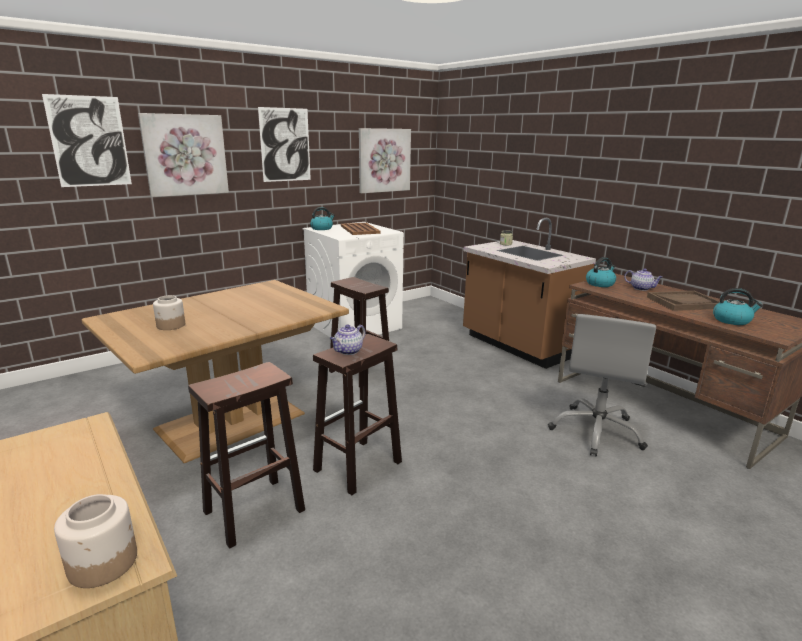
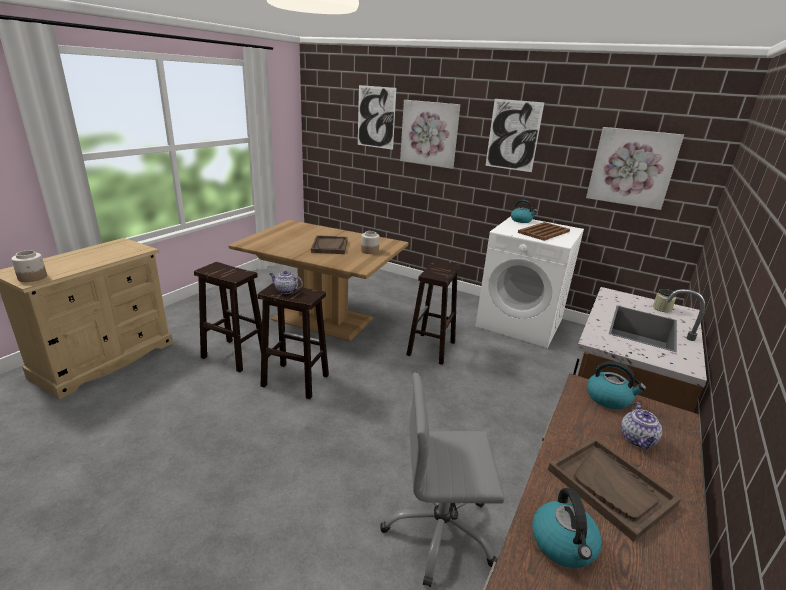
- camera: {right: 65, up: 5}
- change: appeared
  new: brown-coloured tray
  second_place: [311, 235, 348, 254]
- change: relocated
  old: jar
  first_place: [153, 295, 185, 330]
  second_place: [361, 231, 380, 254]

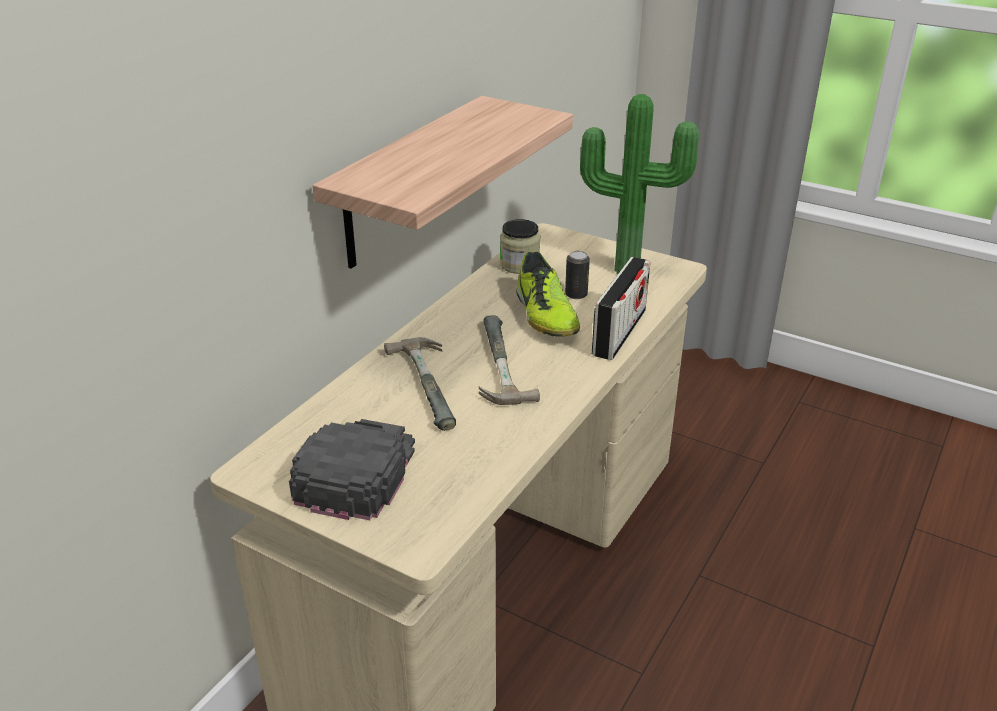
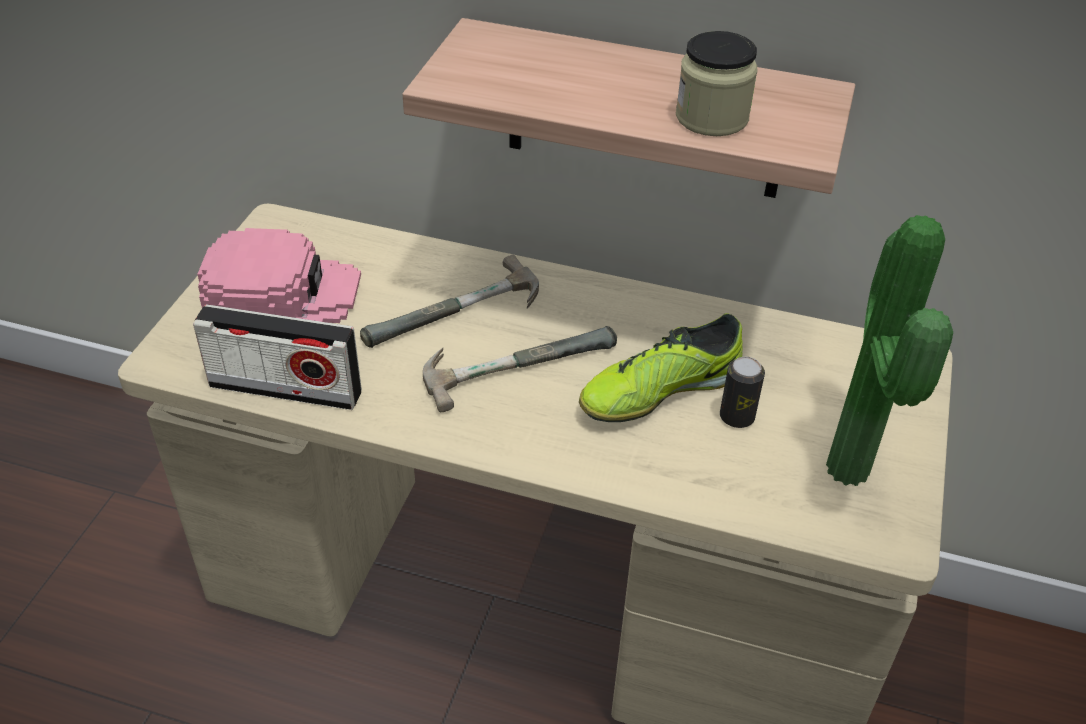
- camera: {right: 75, up: 10}
- change: relocated
  old: radio
  first_place: [592, 257, 650, 360]
  second_place: [193, 304, 362, 410]
- change: colour
  old: black baseball cap
  new: pink baseball cap
  first_place: [289, 419, 415, 520]
  second_place: [197, 228, 361, 323]
- change: relocated
  old: jar
  first_place: [500, 219, 540, 274]
  second_place: [676, 31, 757, 136]

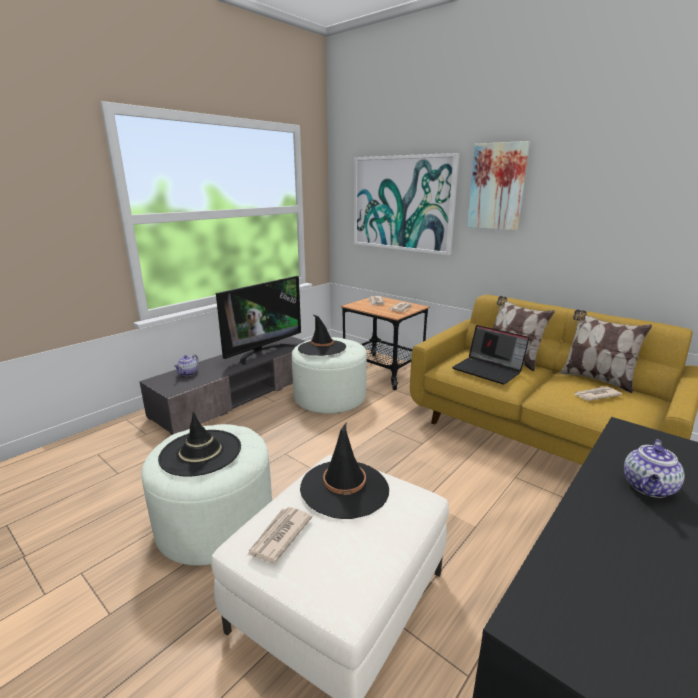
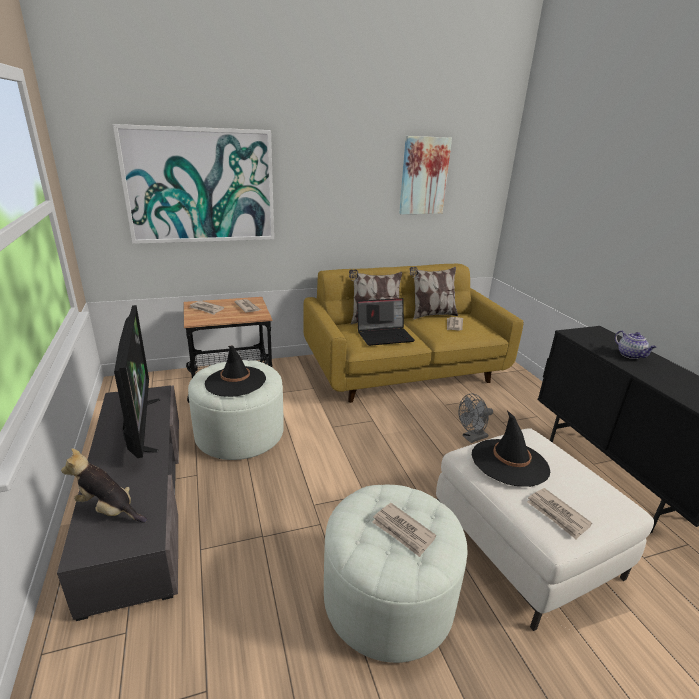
- camera: {right: -60, up: 5}
- change: exchanged
  old: teapot
  new: plush toy
  first_place: [174, 354, 198, 376]
  second_place: [61, 448, 148, 523]
- change: exchanged
  old: black wearable hat
  new: daily paper
  first_place: [158, 412, 241, 477]
  second_place: [372, 503, 436, 557]
- change: relocated
  old: picture
  first_place: [467, 141, 530, 231]
  second_place: [399, 136, 452, 214]
- change: appeared
  new: grey electric fan
  second_place: [459, 394, 493, 443]

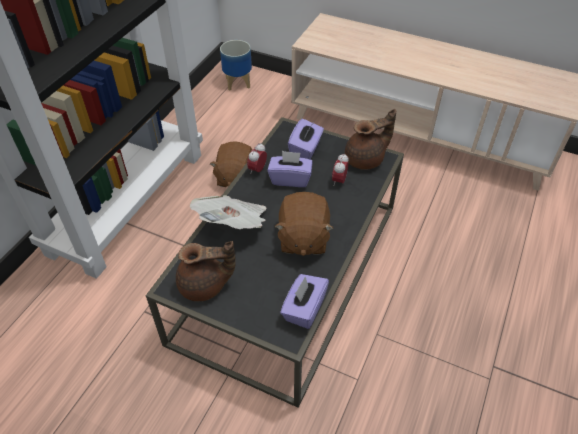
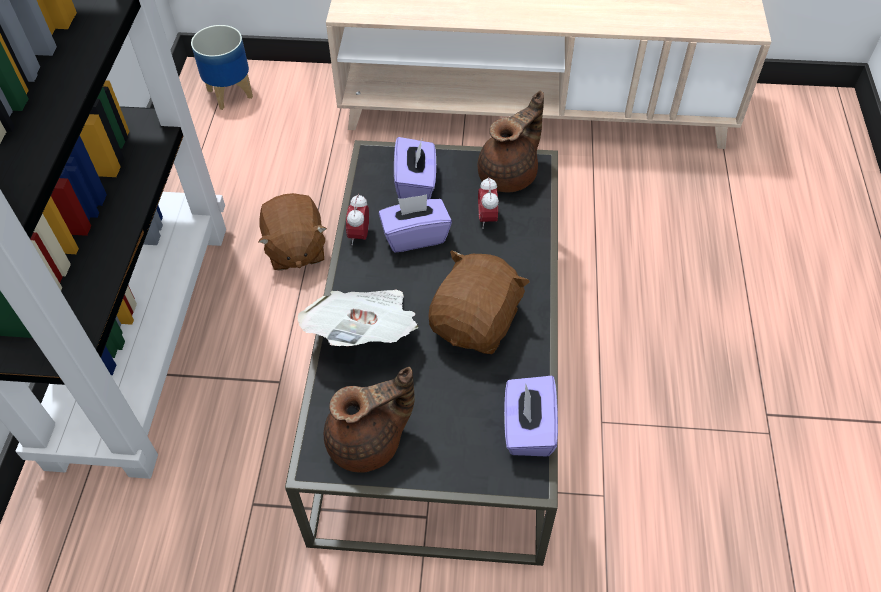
- camera: {right: -20, up: 5}
- change: spun
  old: brown-coloured plush toy
  first_place: [274, 192, 334, 256]
  second_place: [428, 250, 530, 354]
  degrees: -135

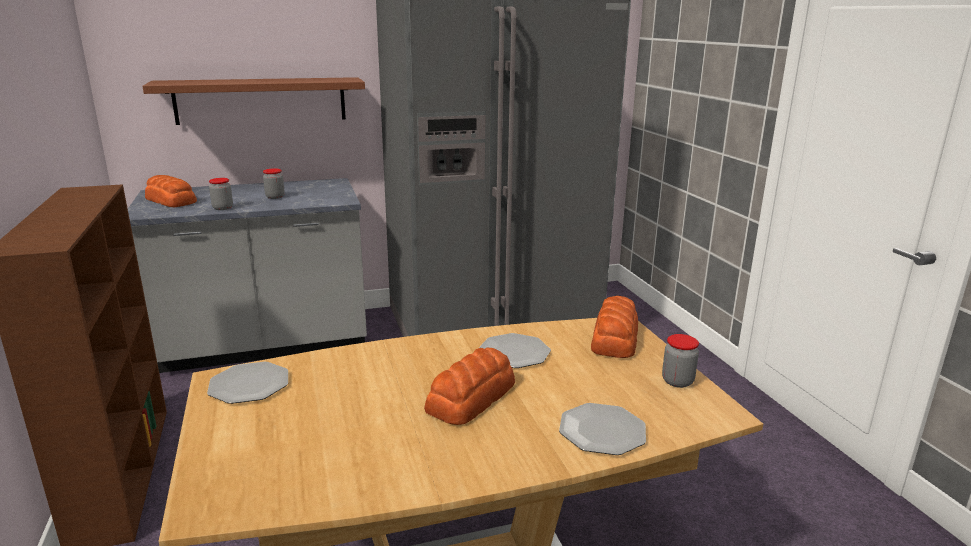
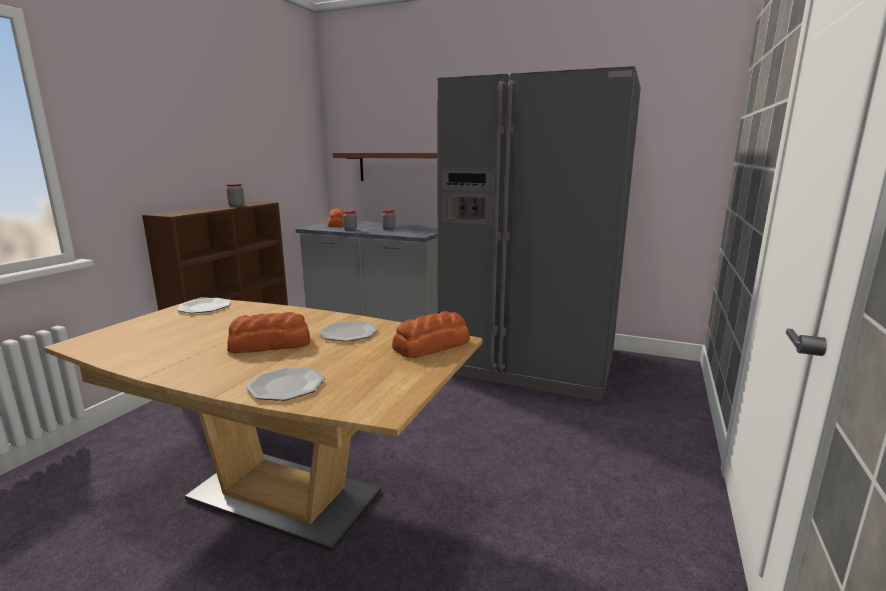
- camera: {right: 40, up: -5}
- change: relocated
  old: jar
  first_place: [662, 334, 699, 388]
  second_place: [227, 183, 244, 207]

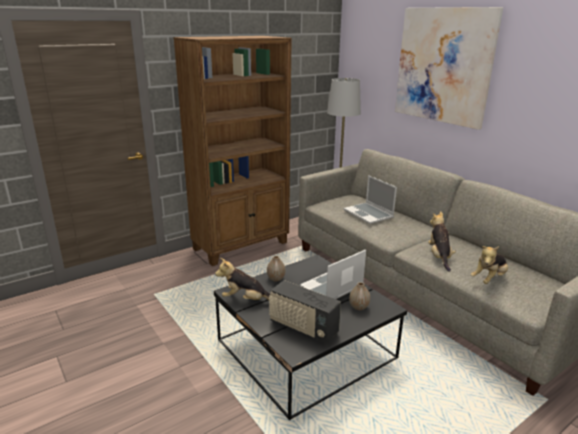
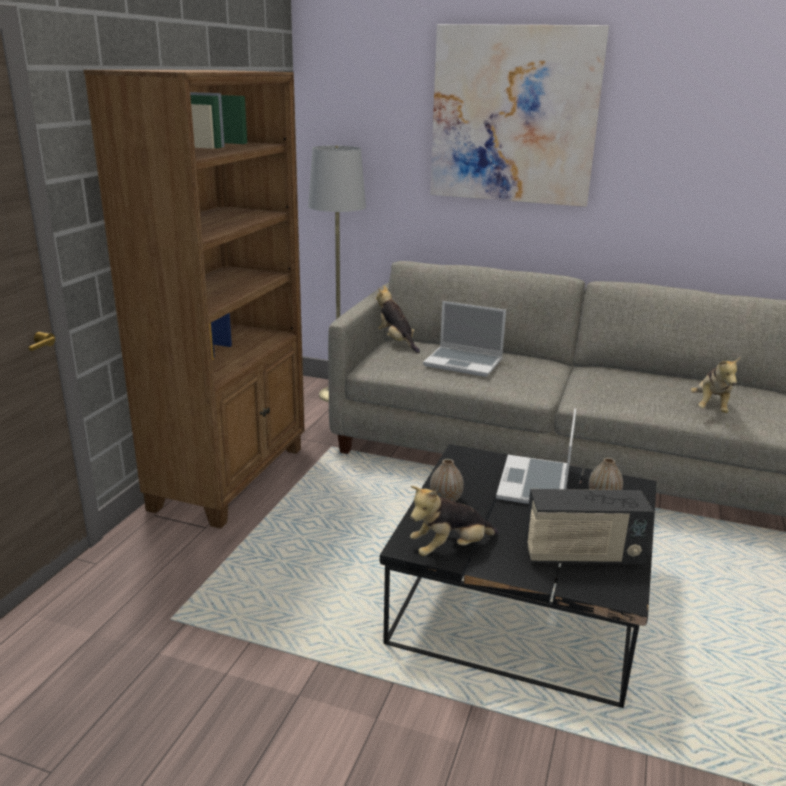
- camera: {right: -35, up: 0}
- change: relocated
  old: plush toy
  first_place: [428, 211, 456, 272]
  second_place: [375, 285, 420, 353]

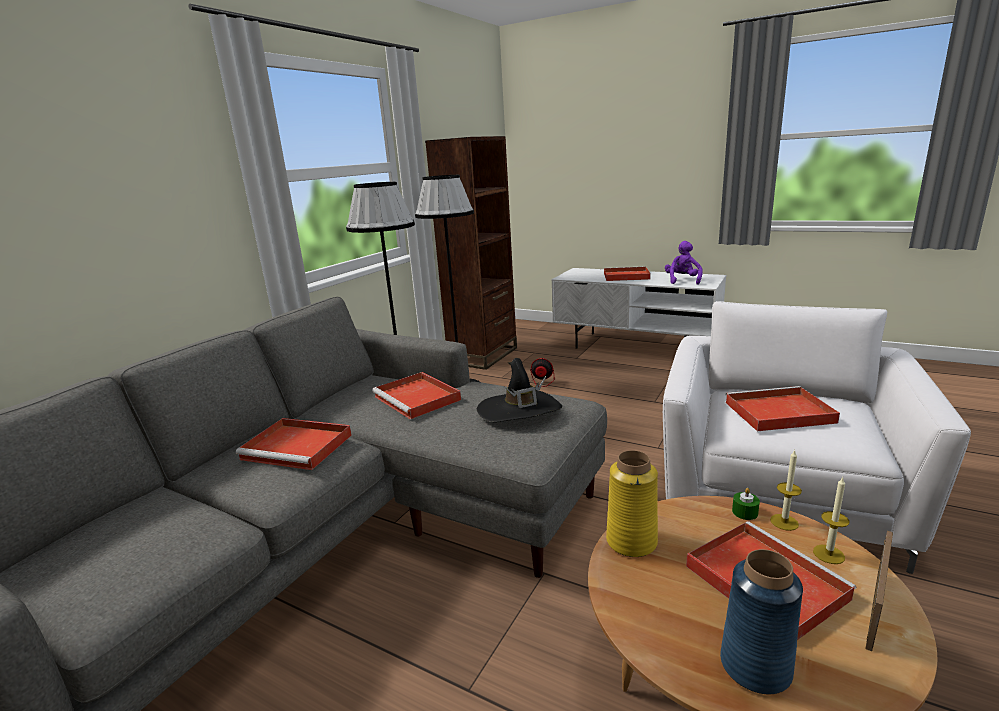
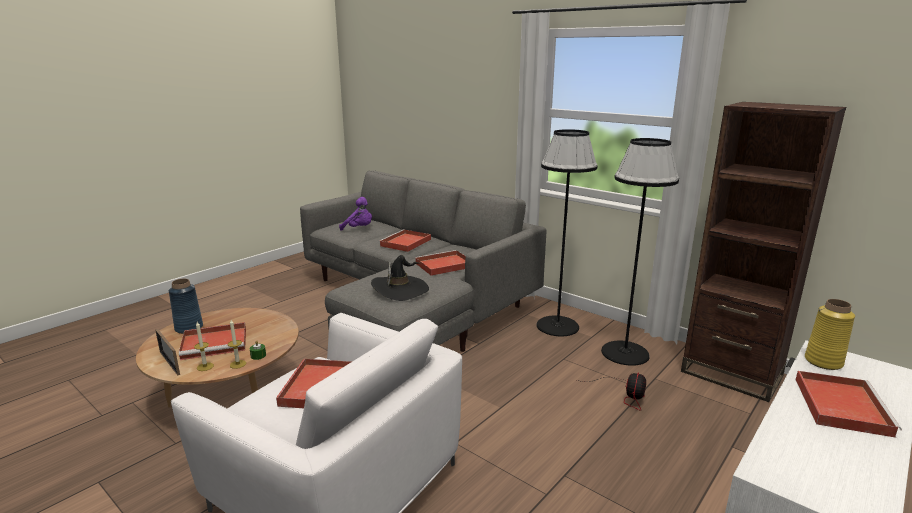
- camera: {right: 100, up: 0}
- change: relocated
  old: purple-coloured plush toy
  first_place: [665, 241, 703, 285]
  second_place: [339, 197, 372, 230]
- change: relocated
  old: yellow flower vase
  first_place: [606, 450, 658, 557]
  second_place: [805, 299, 855, 370]

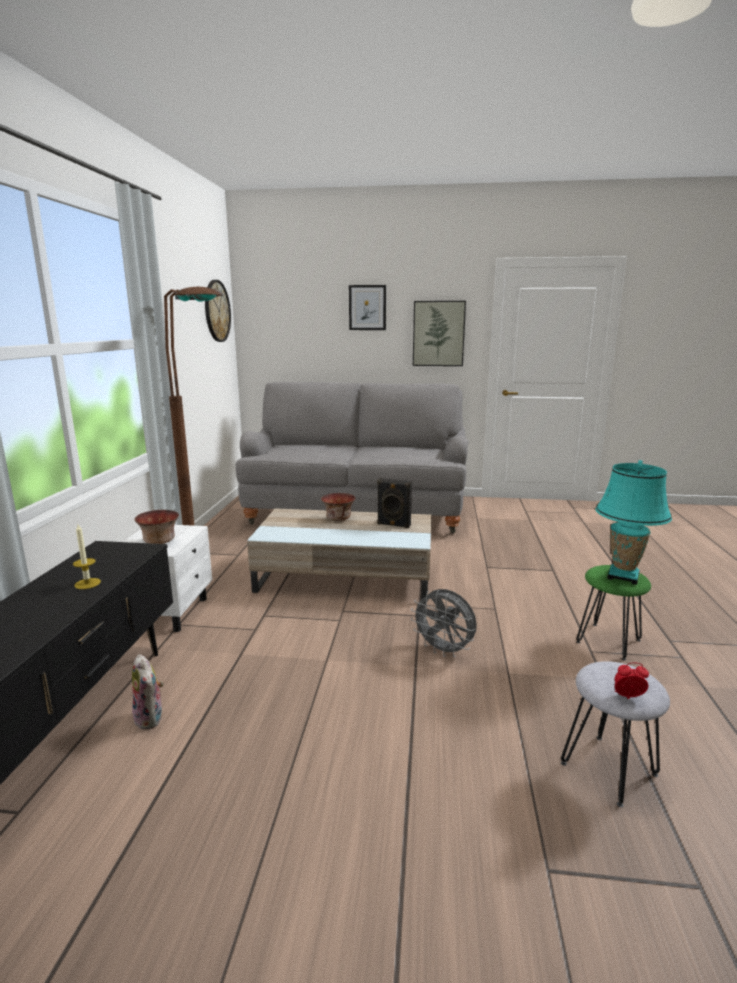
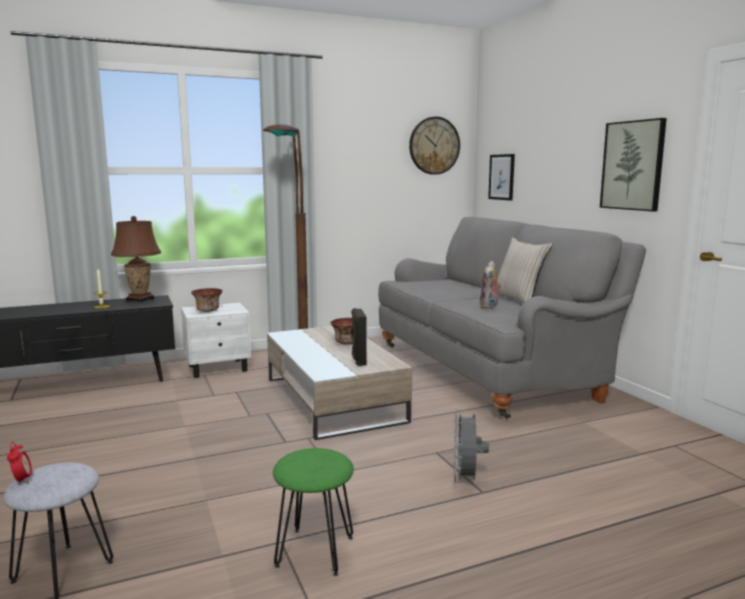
- camera: {right: 60, up: -5}
- change: appeared
  new: brown-coloured lamp for a table
  second_place: [111, 216, 162, 303]
- change: relocated
  old: grey electric fan
  first_place: [411, 589, 477, 657]
  second_place: [454, 409, 489, 484]
- change: relocated
  old: plush toy
  first_place: [132, 654, 164, 730]
  second_place: [480, 261, 501, 309]
- change: relocated
  old: picture
  first_place: [349, 285, 386, 330]
  second_place: [488, 154, 515, 201]
- change: appeared
  new: beige-coloured cushion
  second_place: [497, 237, 553, 304]
- change: missing
  old: turquoise-coloured lamp for a table
  first_place: [595, 460, 672, 585]

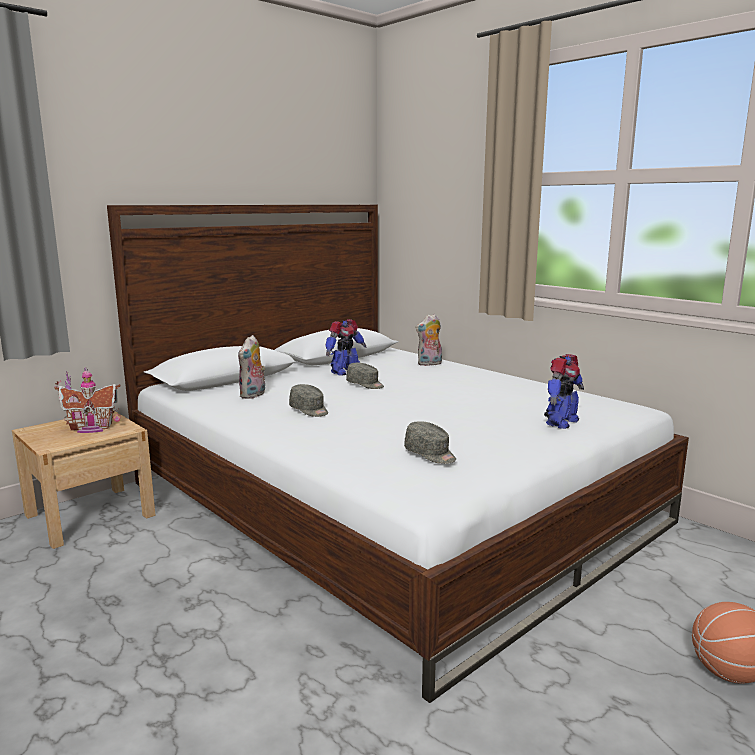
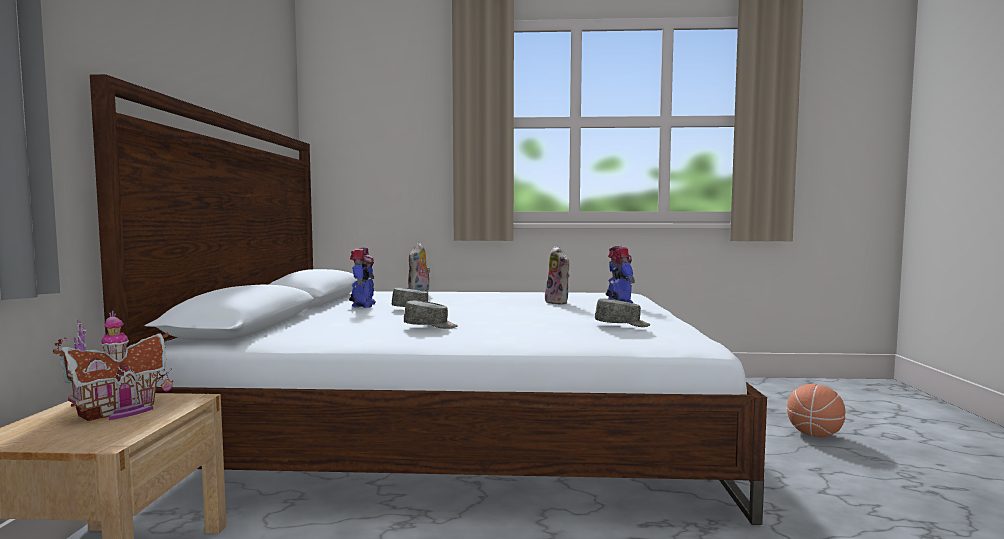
- camera: {right: -45, up: -10}
- change: relocated
  old: plush toy
  first_place: [238, 335, 265, 399]
  second_place: [545, 246, 570, 304]

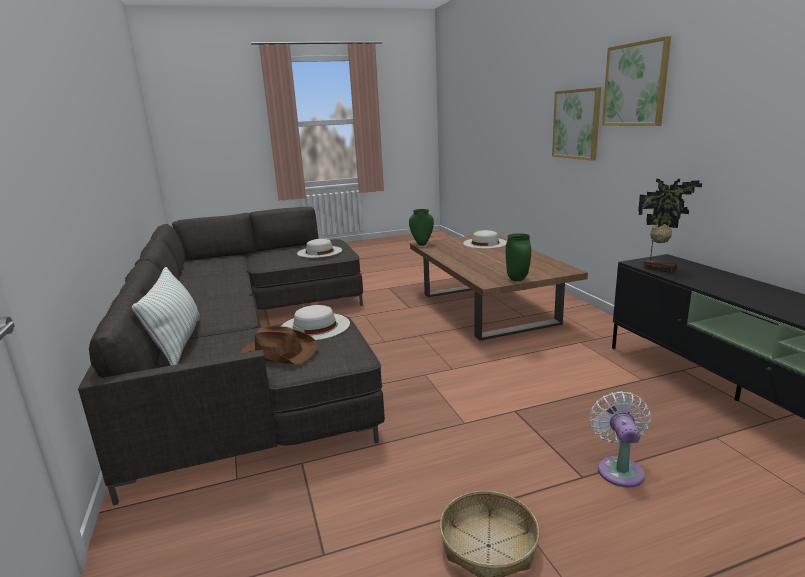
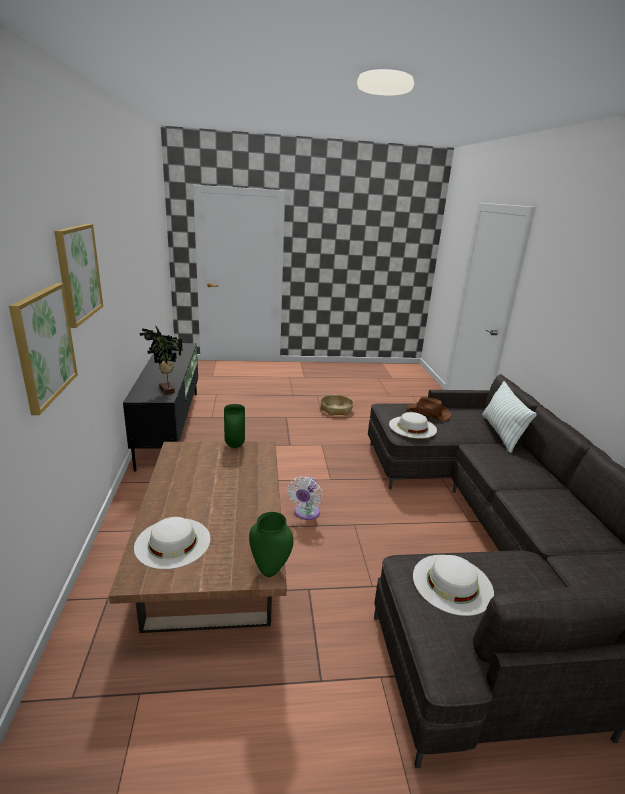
- camera: {right: -170, up: 5}
- change: relocated
  old: white-coloured electric fan
  first_place: [589, 391, 651, 488]
  second_place: [288, 476, 322, 520]

